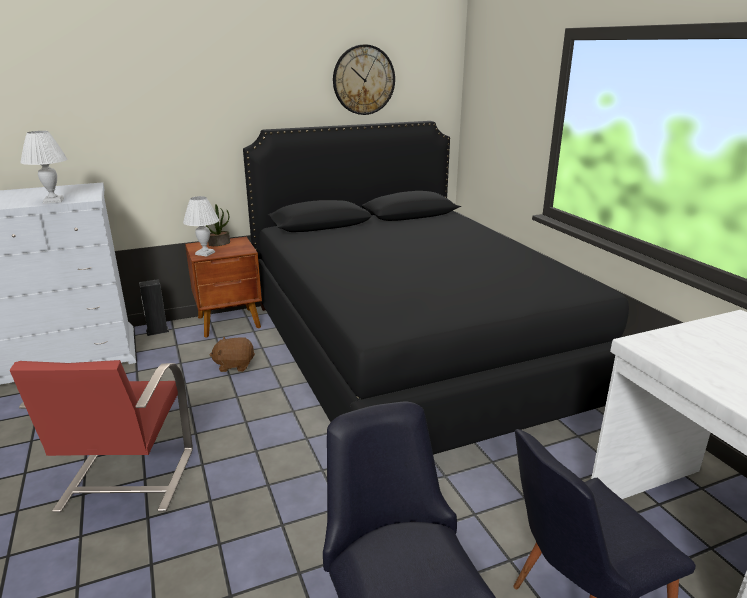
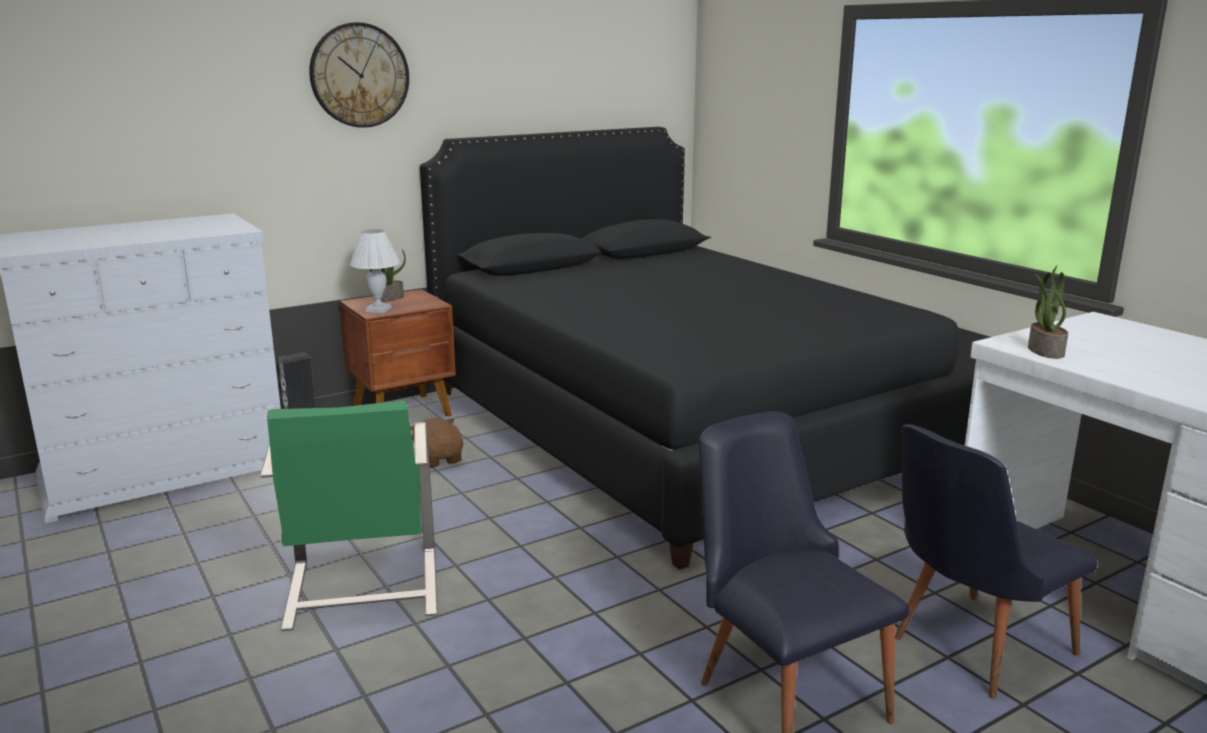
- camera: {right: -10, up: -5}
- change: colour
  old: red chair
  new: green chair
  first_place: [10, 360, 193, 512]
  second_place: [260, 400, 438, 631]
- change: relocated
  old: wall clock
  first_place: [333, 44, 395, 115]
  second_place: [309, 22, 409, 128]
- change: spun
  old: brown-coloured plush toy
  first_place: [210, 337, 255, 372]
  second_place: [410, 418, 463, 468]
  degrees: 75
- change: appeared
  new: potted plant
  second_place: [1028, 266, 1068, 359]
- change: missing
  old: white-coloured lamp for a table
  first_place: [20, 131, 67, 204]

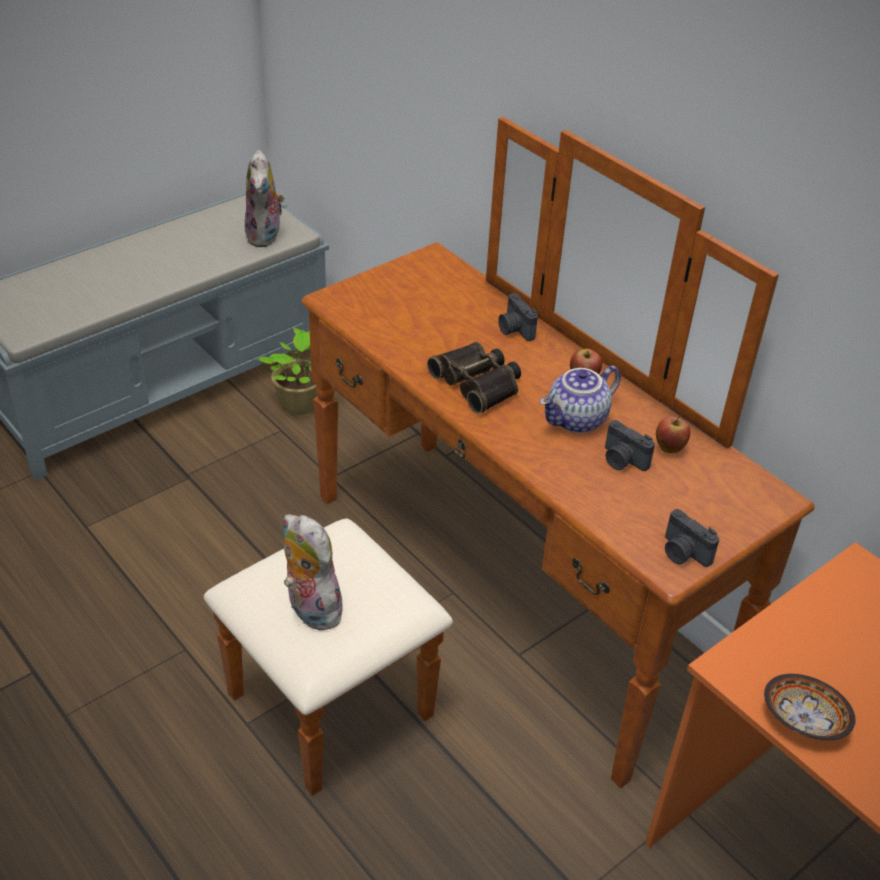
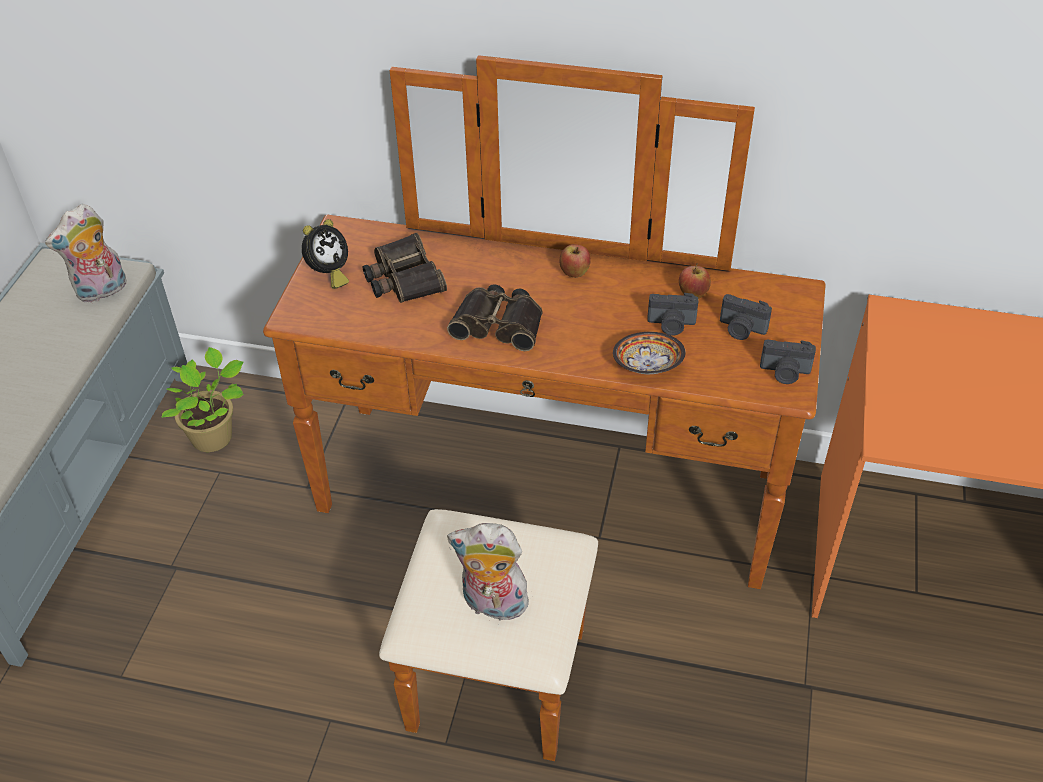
- camera: {right: -35, up: 5}
- change: spun
  old: plush toy
  first_place: [245, 150, 285, 247]
  second_place: [45, 204, 126, 302]
  degrees: 90
- change: appeared
  new: alarm clock
  second_place: [302, 219, 349, 289]
- change: appeared
  new: pair of binoculars
  second_place: [362, 233, 447, 303]
- change: relocated
  old: serving bowl
  first_place: [764, 674, 855, 740]
  second_place: [613, 332, 686, 374]
- change: relocated
  old: still camera
  first_place: [498, 293, 538, 341]
  second_place: [720, 294, 772, 340]
- change: missing
  old: teapot
  first_place: [540, 366, 621, 433]

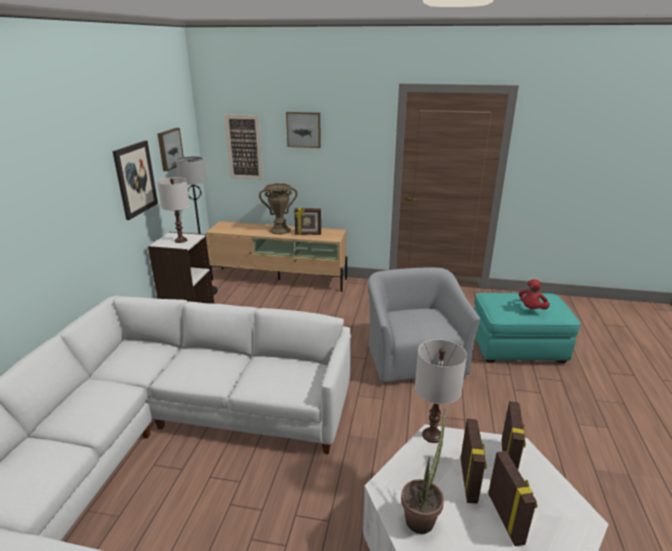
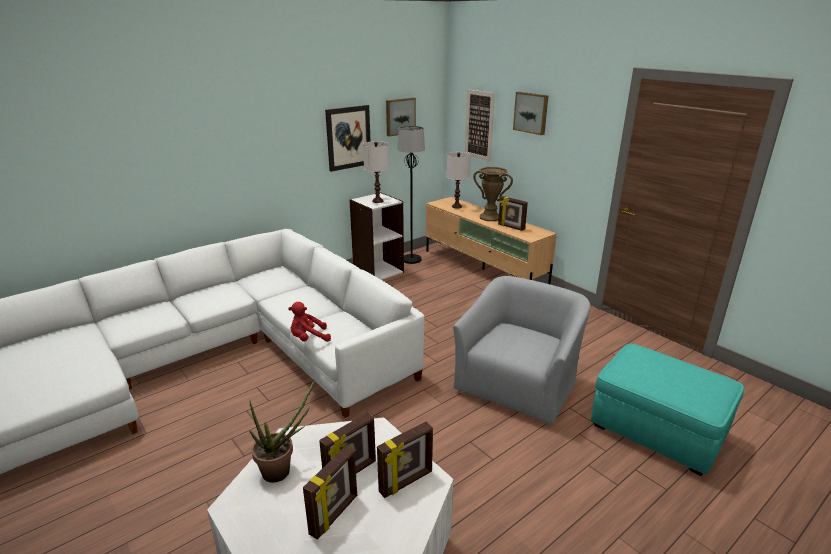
- camera: {right: 40, up: 0}
- change: relocated
  old: red plush toy
  first_place: [519, 279, 550, 310]
  second_place: [288, 302, 331, 342]
- change: relocated
  old: white-coloured lamp for a table
  first_place: [415, 339, 467, 443]
  second_place: [446, 152, 471, 208]

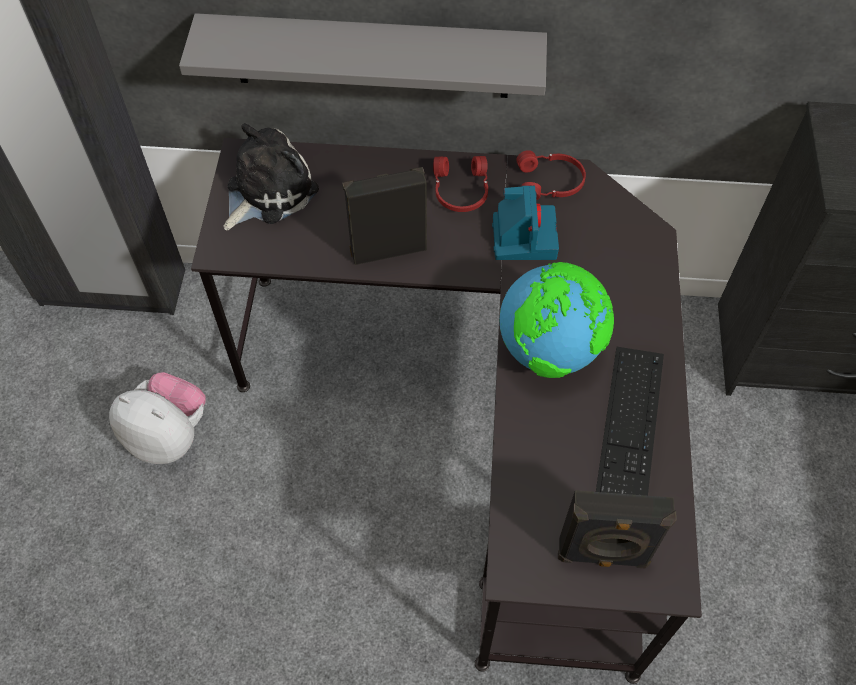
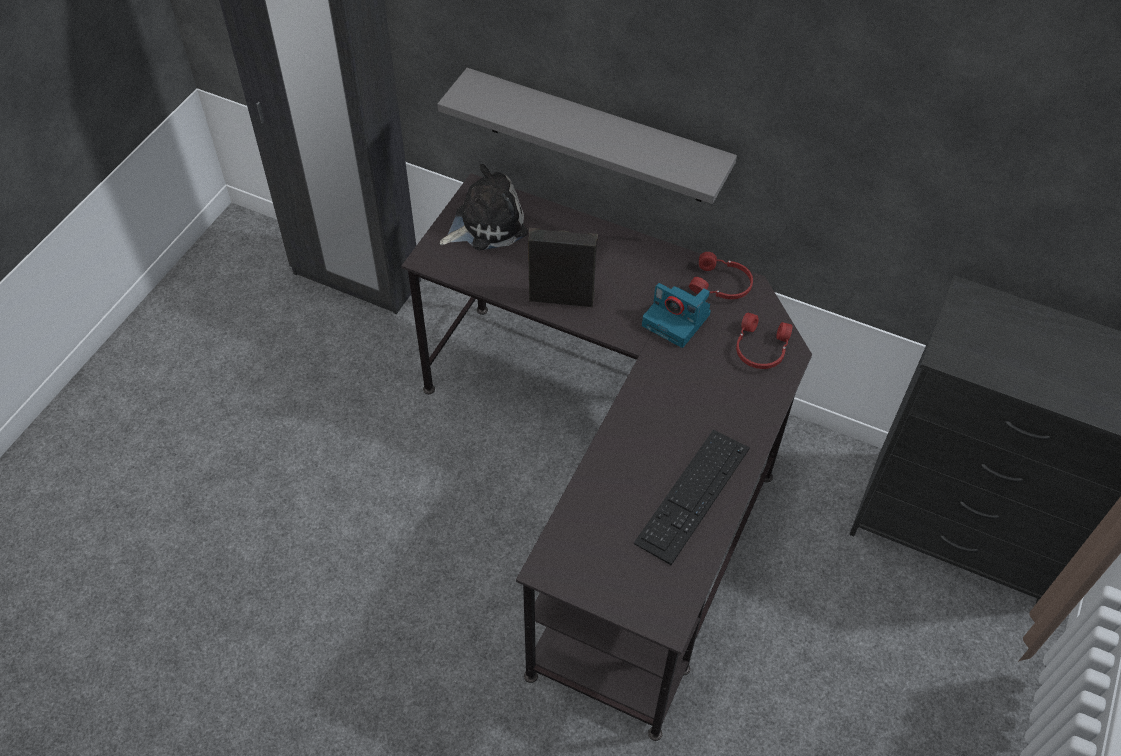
- camera: {right: 20, up: -5}
- change: spun
  old: still camera
  first_place: [492, 185, 559, 260]
  second_place: [642, 283, 711, 348]
  degrees: 105
- change: relocated
  old: red headset
  first_place: [433, 156, 488, 212]
  second_place: [736, 313, 792, 369]
- change: missing
  old: plush toy
  first_place: [109, 372, 206, 464]
- change: missing
  old: desk globe
  first_place: [499, 262, 614, 378]
- change: missing
  old: black loudspeaker
  first_place: [558, 490, 677, 569]

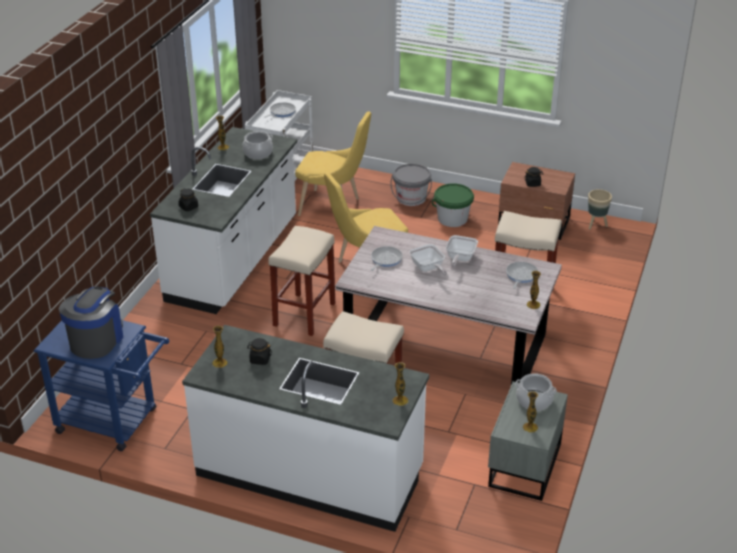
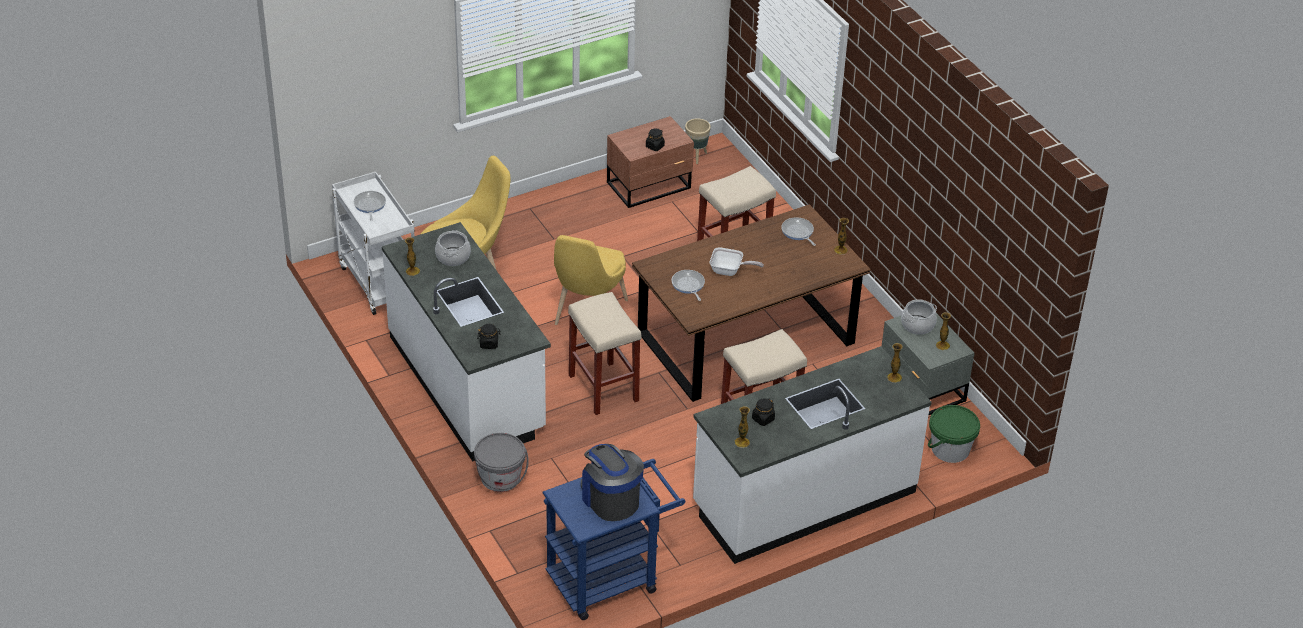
- camera: {right: -50, up: 5}
- change: relocated
  old: grey pail
  first_place: [390, 164, 432, 206]
  second_place: [474, 433, 529, 492]
- change: colour
  old: grey dining table
  new: brown-coloured dining table
  first_place: [335, 226, 562, 384]
  second_place: [632, 204, 871, 402]
- change: relocated
  old: green pail
  first_place: [432, 183, 474, 227]
  second_place: [928, 405, 980, 463]
- change: missing
  old: frying pan
  first_place: [446, 235, 478, 267]

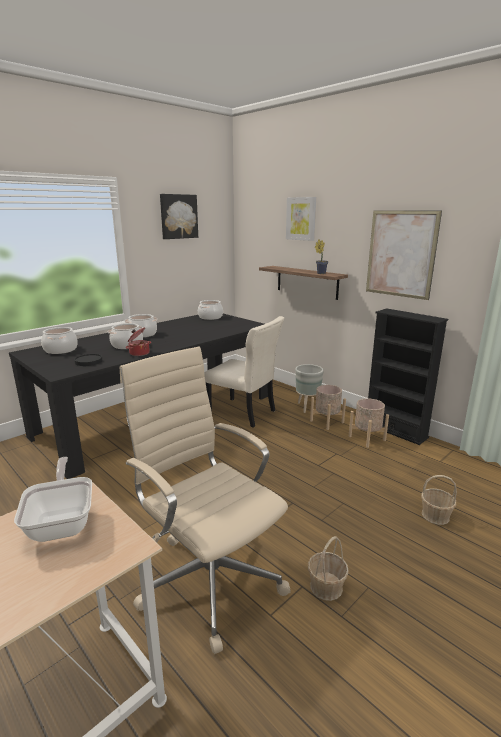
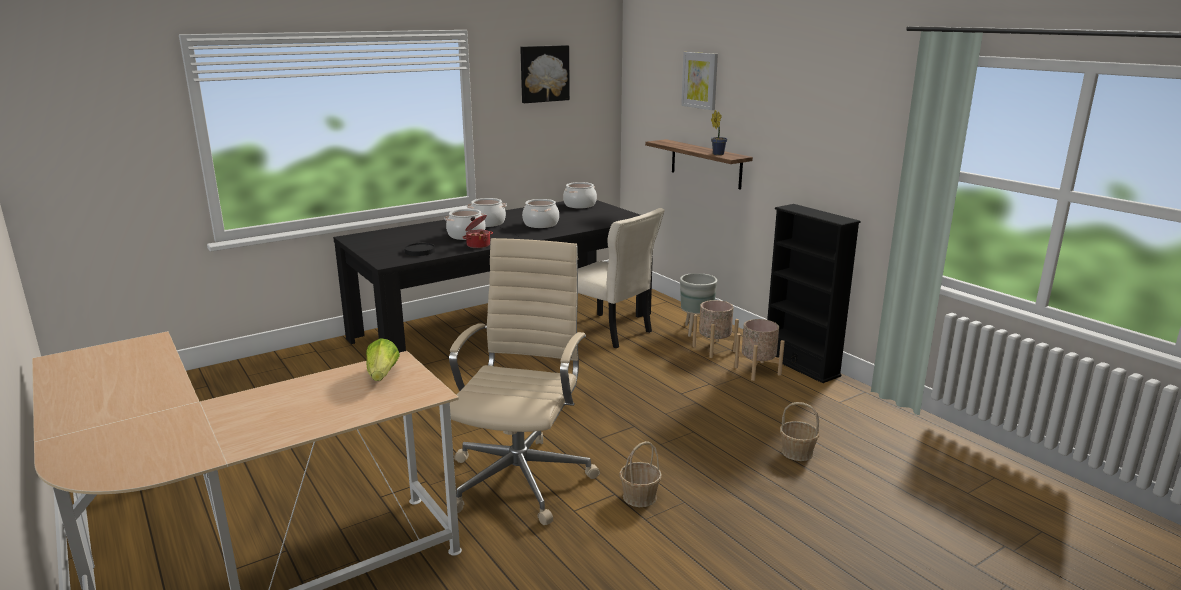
- camera: {right: 10, up: 0}
- change: exchanged
  old: frying pan
  new: head of lettuce
  first_place: [14, 457, 92, 542]
  second_place: [366, 338, 400, 381]
- change: spun
  old: beige-coloured desk chair
  first_place: [120, 346, 291, 654]
  second_place: [449, 238, 600, 525]
  degrees: 45
- change: relocated
  old: saucepot
  first_place: [41, 327, 78, 354]
  second_place: [522, 199, 559, 228]
- change: missing
  old: picture
  first_place: [366, 211, 442, 300]

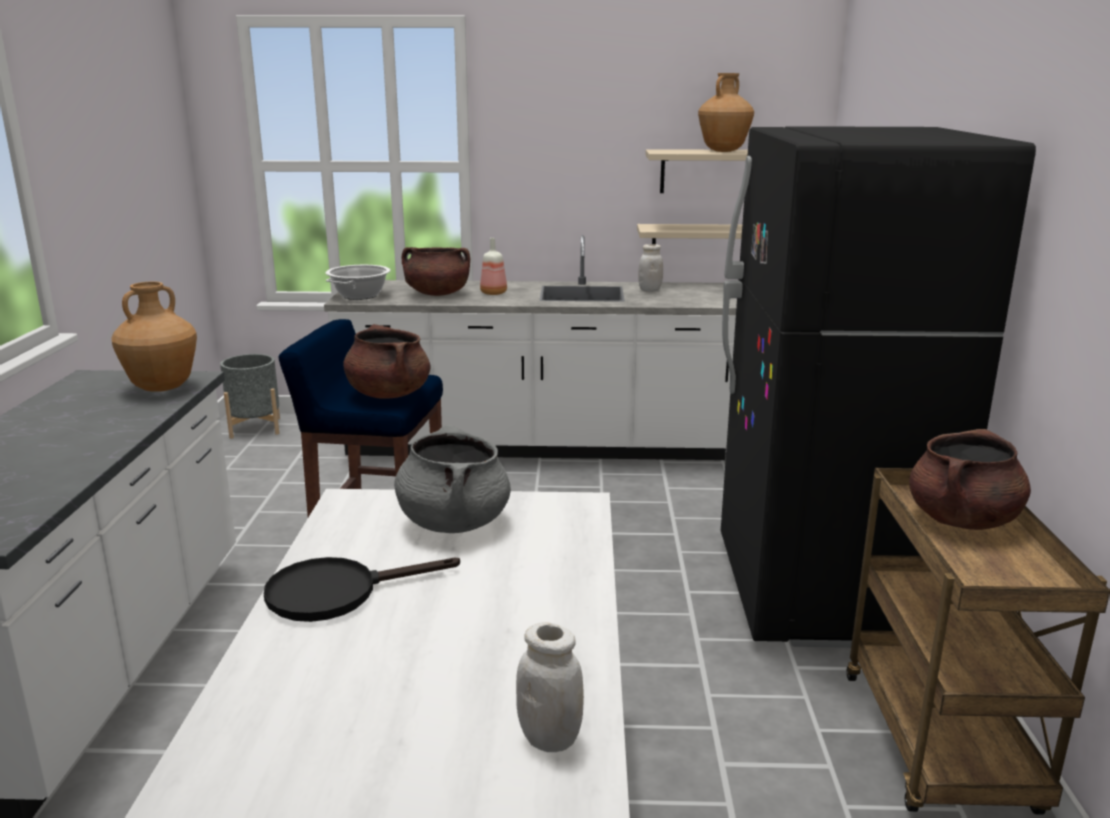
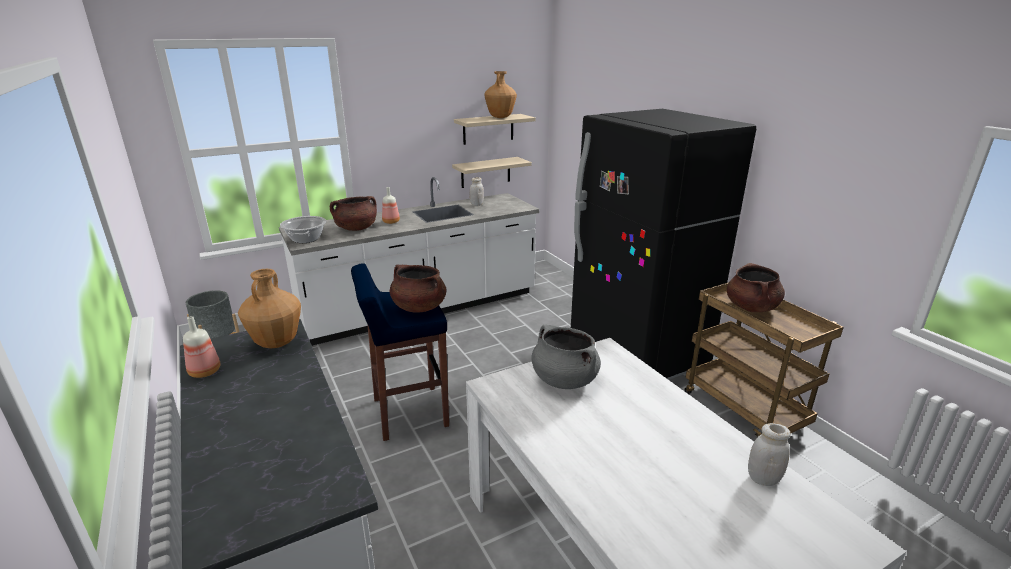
- camera: {right: -30, up: 5}
- change: appeared
  new: beverage bottle
  second_place: [183, 316, 220, 378]
- change: missing
  old: black frying pan
  first_place: [264, 557, 460, 622]

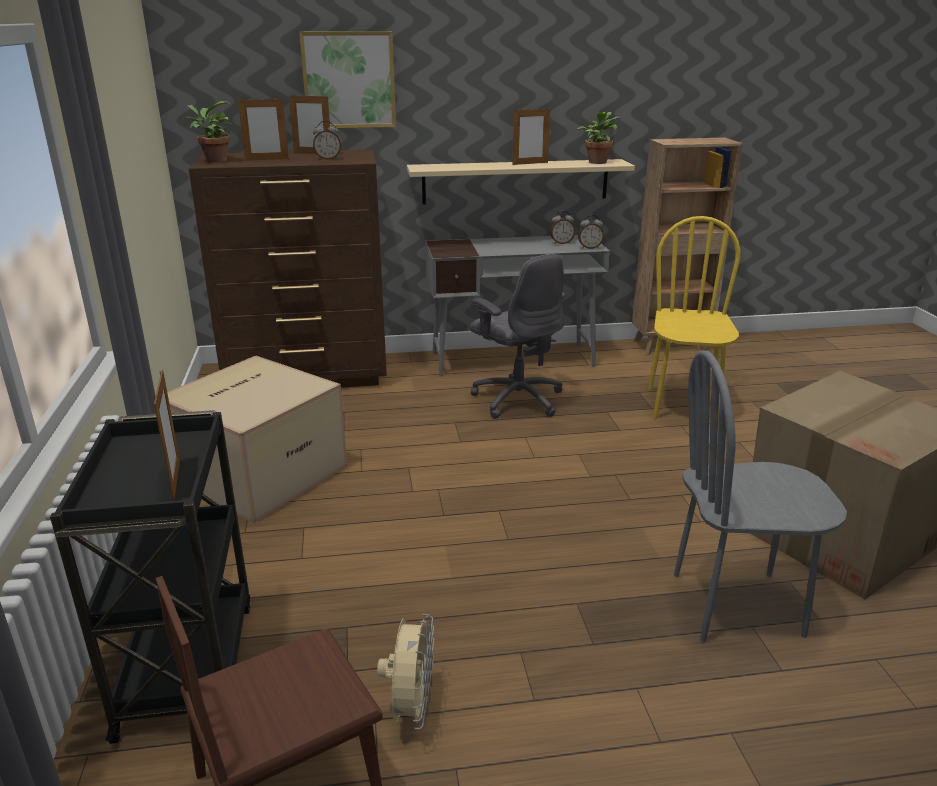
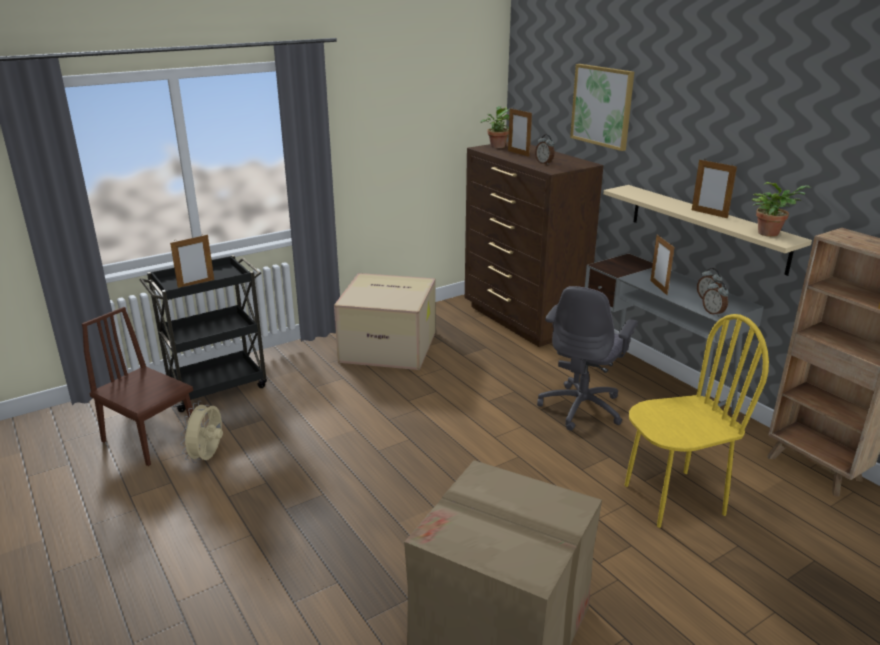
- camera: {right: 65, up: 0}
- change: spun
  old: beige-coloured electric fan
  first_place: [377, 614, 435, 730]
  second_place: [180, 401, 223, 463]
  degrees: 120
- change: relocated
  old: picture frame
  first_place: [289, 93, 330, 154]
  second_place: [650, 235, 675, 295]
- change: missing
  old: grey chair
  first_place: [674, 350, 847, 642]

